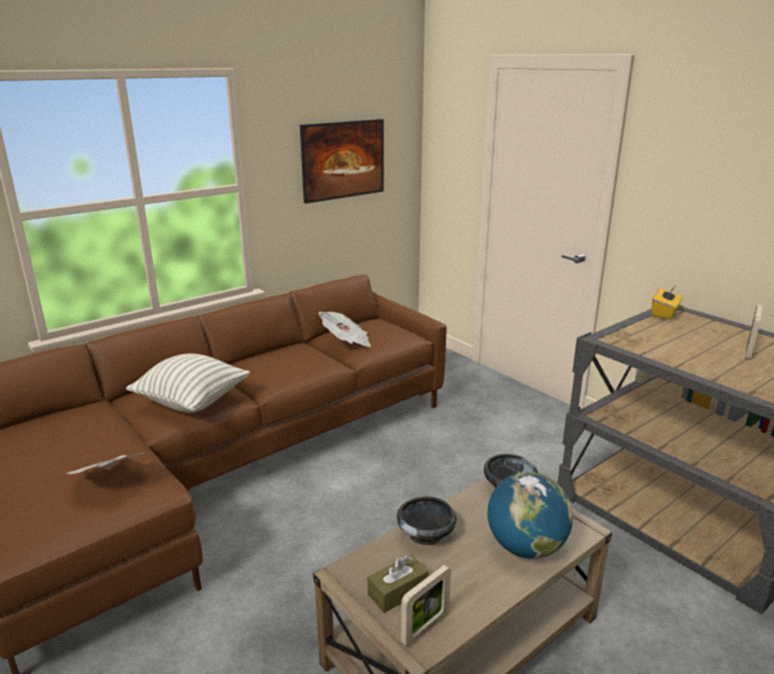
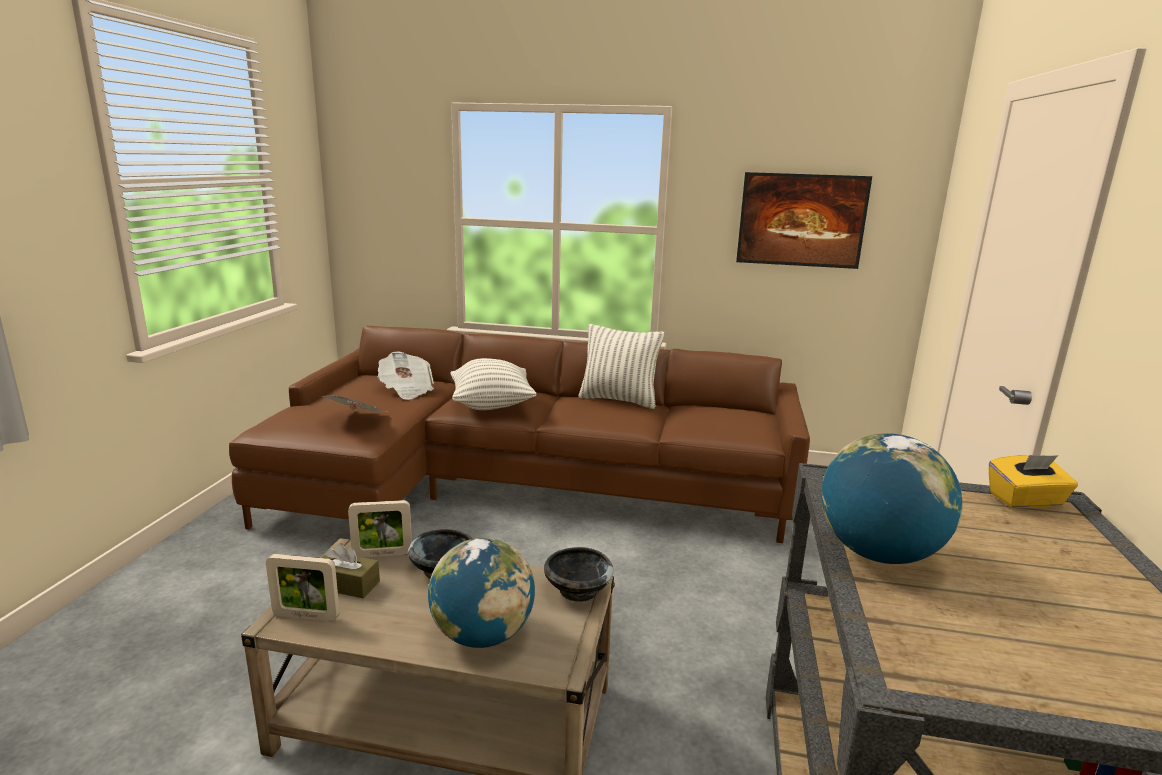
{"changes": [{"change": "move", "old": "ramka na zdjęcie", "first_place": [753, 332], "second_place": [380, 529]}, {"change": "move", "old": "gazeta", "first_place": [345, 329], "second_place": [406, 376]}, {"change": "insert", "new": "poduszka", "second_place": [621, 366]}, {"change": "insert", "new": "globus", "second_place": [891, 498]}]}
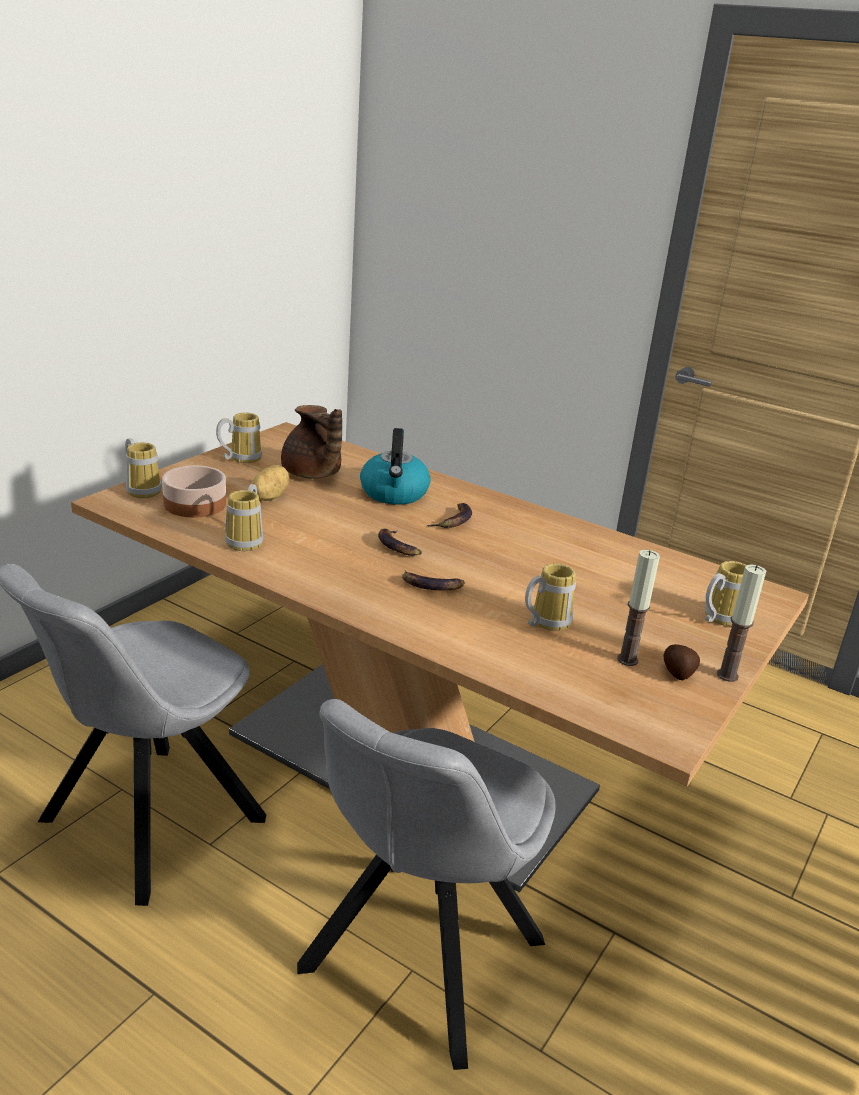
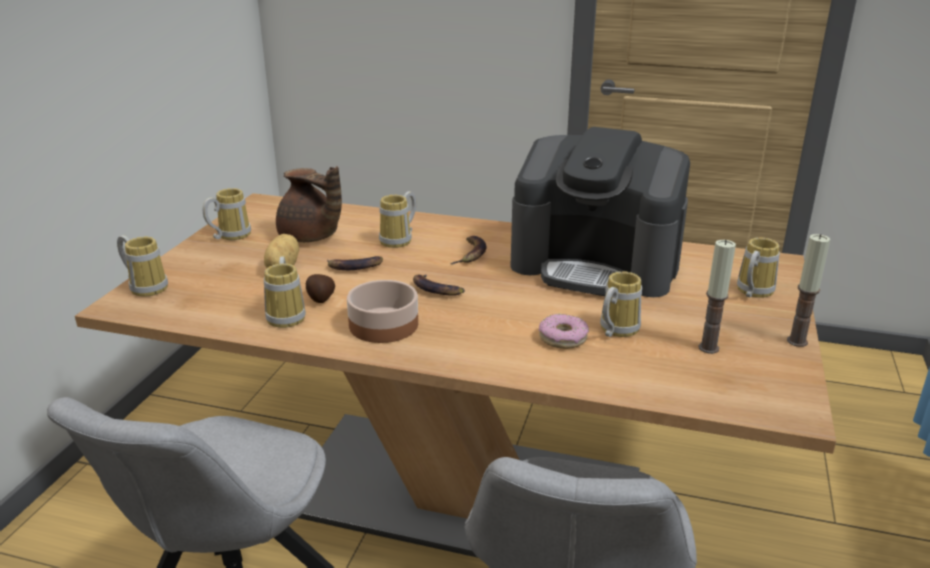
{"changes": [{"change": "move", "old": "ziemniak", "first_place": [682, 662], "second_place": [320, 288]}, {"change": "move", "old": "banan", "first_place": [433, 580], "second_place": [355, 263]}, {"change": "move", "old": "miska", "first_place": [194, 491], "second_place": [382, 311]}, {"change": "replace", "old": "czajnik", "new": "kubek", "first_place": [395, 466], "second_place": [398, 219]}, {"change": "insert", "new": "ekspres do kawy", "second_place": [600, 212]}, {"change": "insert", "new": "donut", "second_place": [564, 331]}]}
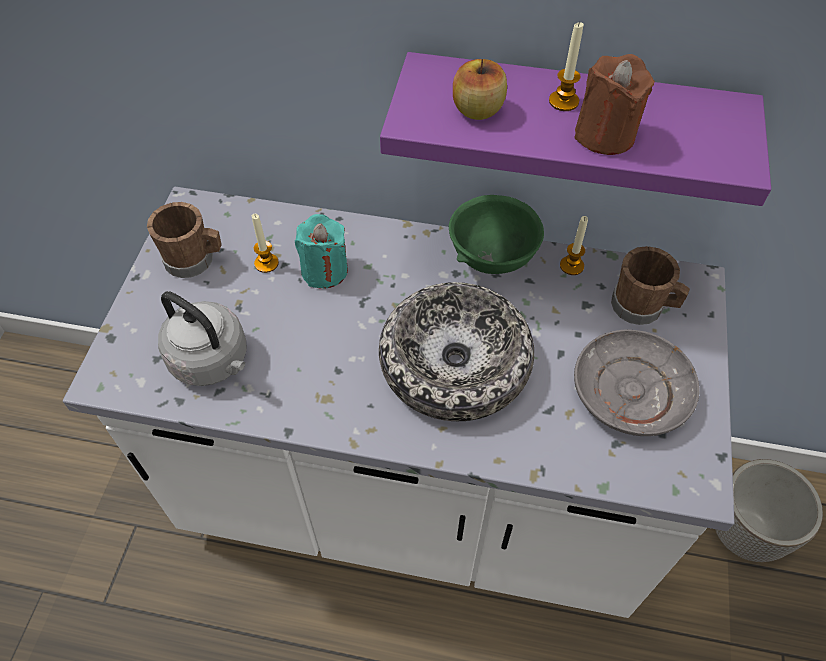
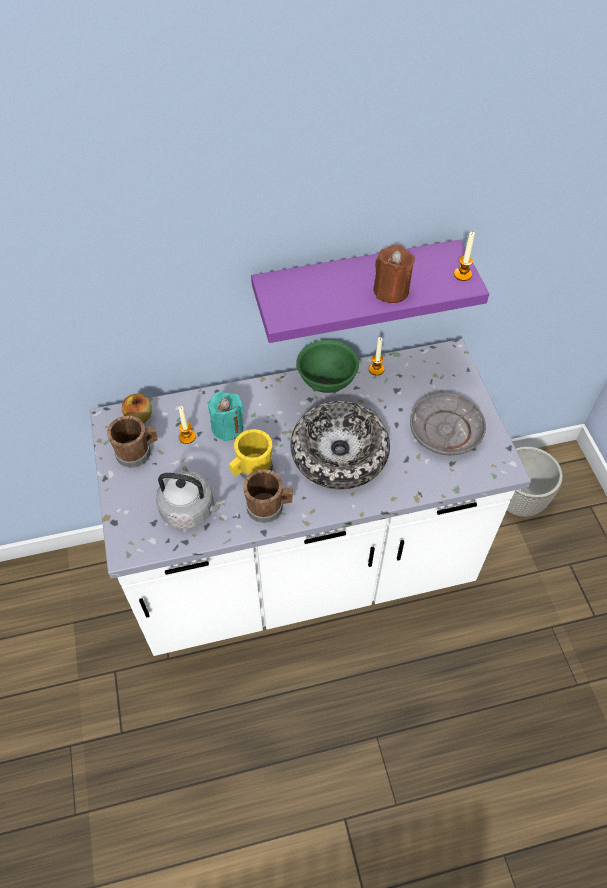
{"changes": [{"change": "move", "old": "jabłko", "first_place": [480, 89], "second_place": [137, 408]}, {"change": "insert", "new": "kubek (żółty)", "second_place": [251, 454]}, {"change": "move", "old": "kubek (brązowy)", "first_place": [650, 285], "second_place": [268, 496]}, {"change": "move", "old": "świeca", "first_place": [566, 66], "second_place": [464, 256]}]}
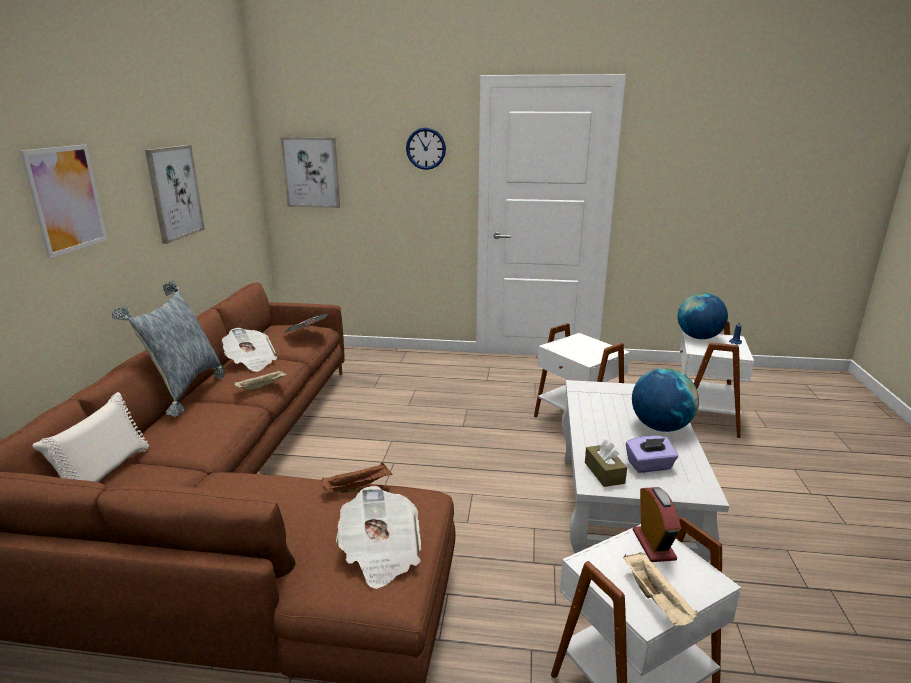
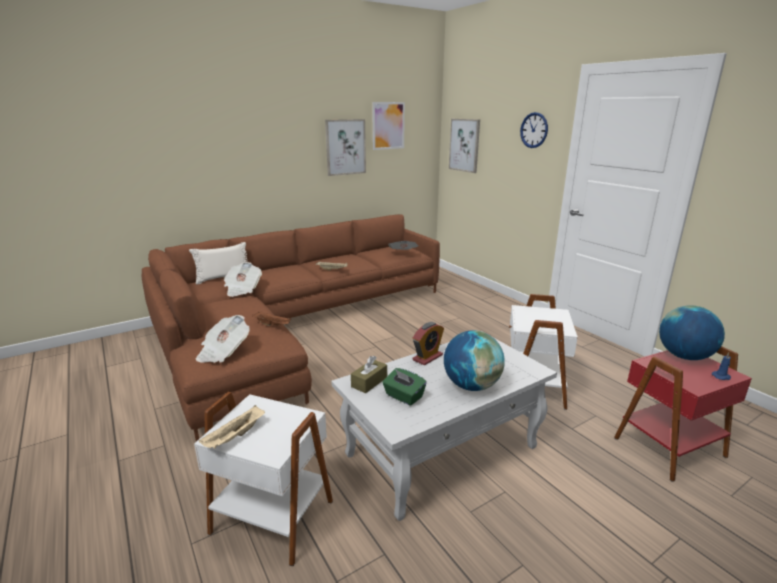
{"changes": [{"change": "move", "old": "gazeta", "first_place": [249, 350], "second_place": [243, 279]}, {"change": "move", "old": "obraz", "first_place": [64, 201], "second_place": [388, 126]}, {"change": "recolor", "old": "pudełko chusteczek (fioletowy)", "new": "pudełko chusteczek (zielony)", "first_place": [652, 454], "second_place": [404, 387]}, {"change": "move", "old": "budzik", "first_place": [657, 524], "second_place": [428, 344]}, {"change": "recolor", "old": "stolik (biały)", "new": "stolik (czerwony)", "first_place": [717, 379], "second_place": [683, 414]}, {"change": "delete", "old": "poduszka", "first_place": [168, 348]}]}
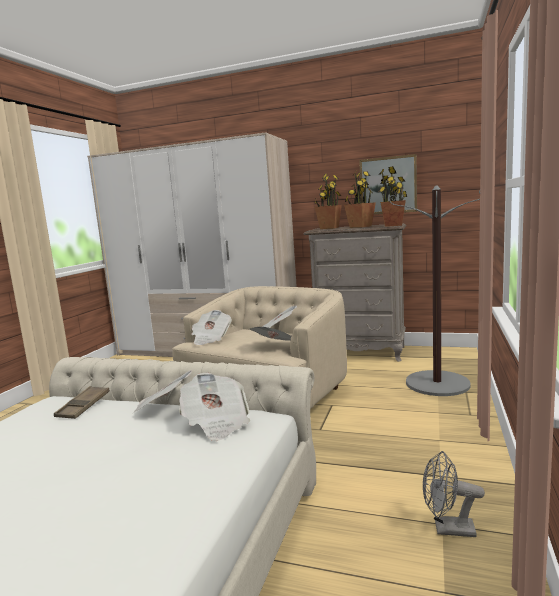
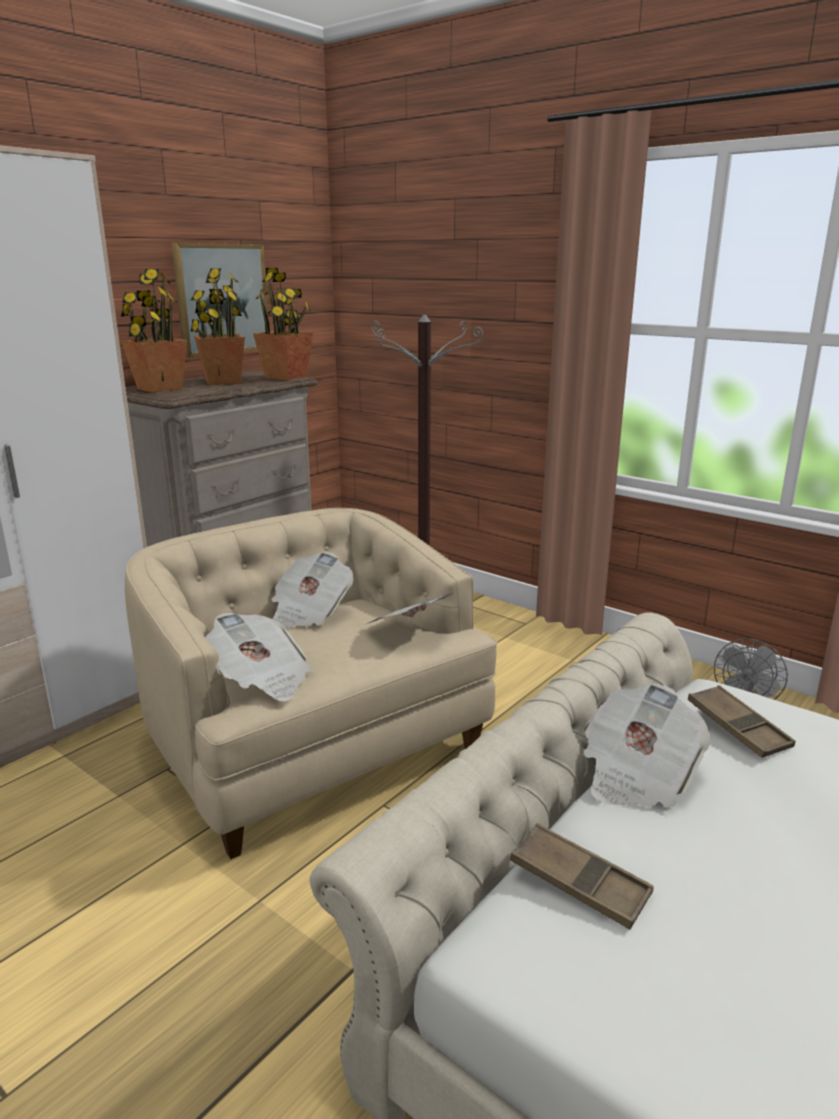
{"changes": [{"change": "replace", "old": "gazeta", "new": "taca (brązowy)", "first_place": [214, 406], "second_place": [741, 721]}]}
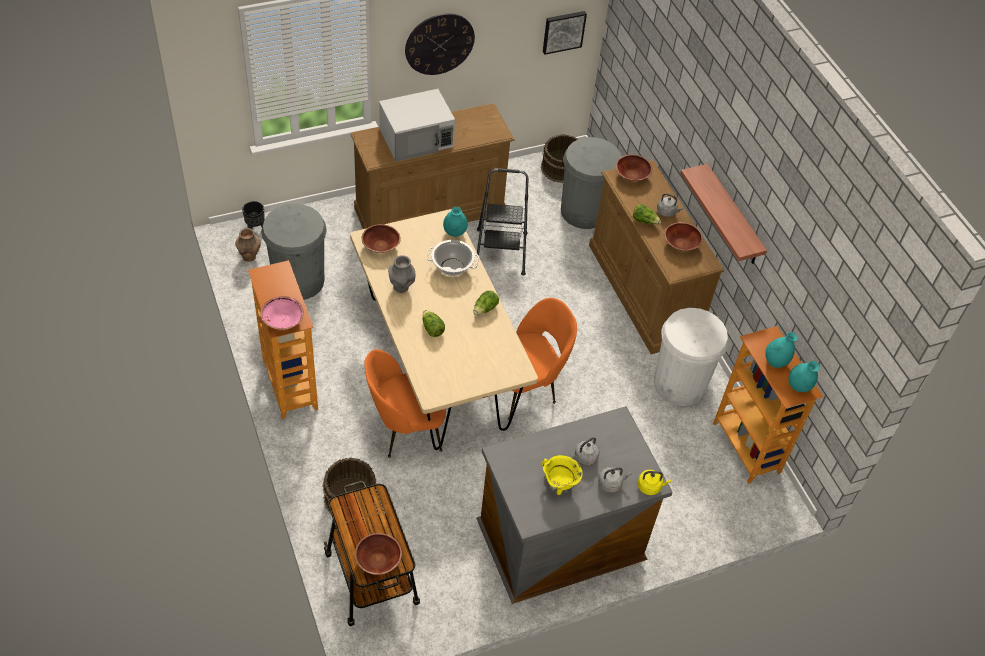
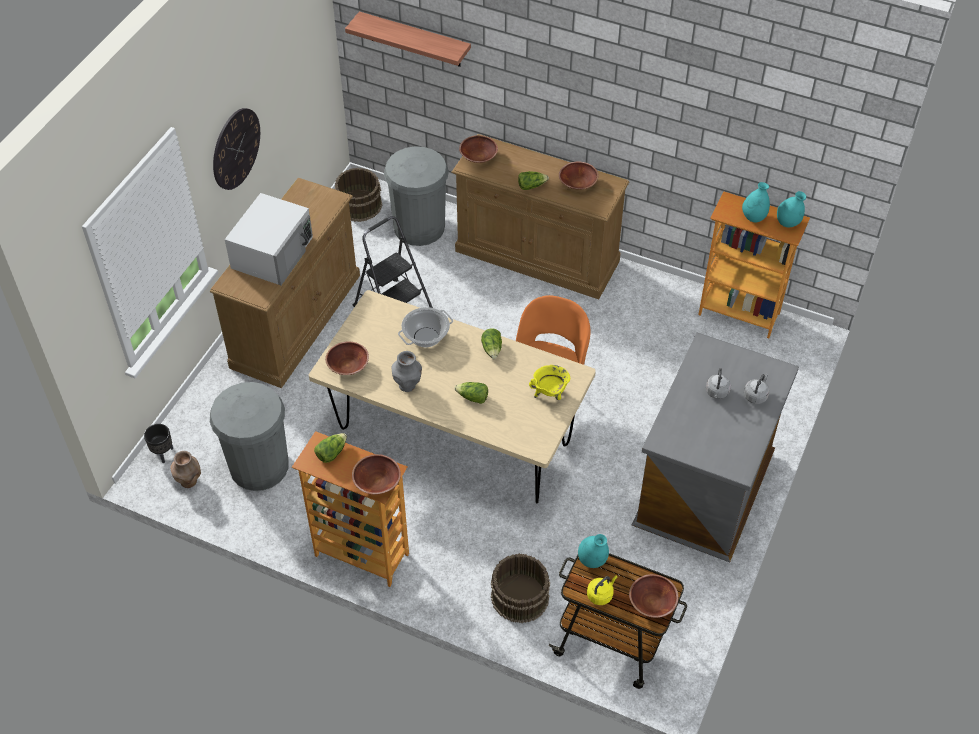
{"changes": [{"change": "insert", "new": "sałata", "second_place": [330, 448]}, {"change": "move", "old": "półka", "first_place": [723, 214], "second_place": [408, 39]}, {"change": "recolor", "old": "miska (różowy)", "new": "miska (brązowy)", "first_place": [282, 313], "second_place": [376, 474]}, {"change": "move", "old": "garnek (żółty)", "first_place": [562, 475], "second_place": [549, 382]}, {"change": "move", "old": "wazon (turkusowy)", "first_place": [455, 222], "second_place": [593, 551]}, {"change": "move", "old": "czajnik (żółty)", "first_place": [654, 482], "second_place": [602, 590]}, {"change": "delete", "old": "krzesło (pomarańczowy)", "first_place": [405, 404]}, {"change": "delete", "old": "obraz", "first_place": [565, 33]}, {"change": "delete", "old": "kosz na śmieci (biały)", "first_place": [691, 357]}, {"change": "delete", "old": "czajnik (szary)", "first_place": [670, 205]}]}
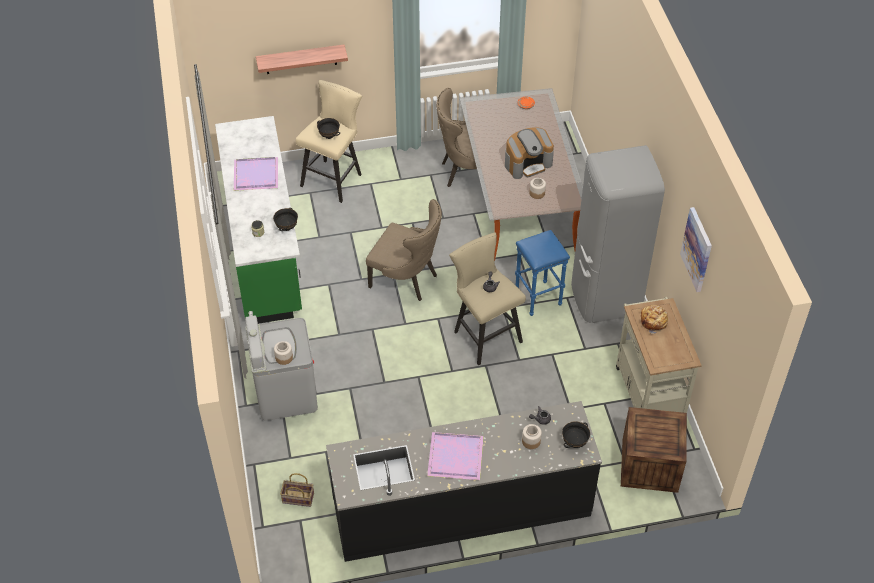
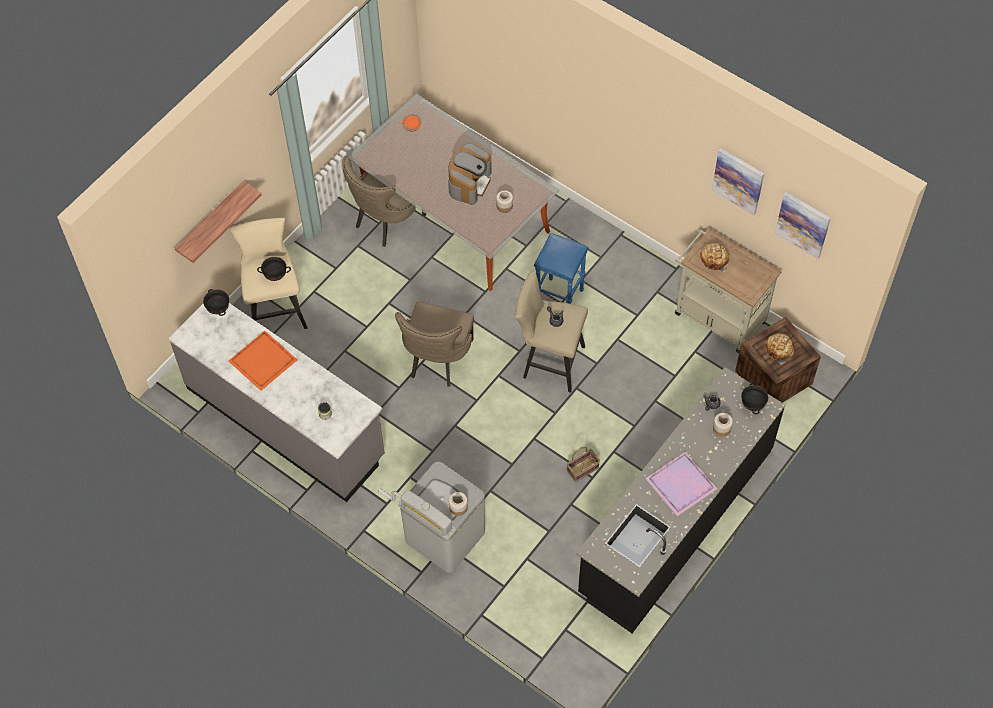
{"changes": [{"change": "recolor", "old": "zabudowa kuchenna (zielony)", "new": "zabudowa kuchenna (szary)", "first_place": [258, 220], "second_place": [277, 402]}, {"change": "move", "old": "miska (czarny)", "first_place": [285, 219], "second_place": [216, 302]}, {"change": "recolor", "old": "taca (fioletowy)", "new": "taca (pomarańczowy)", "first_place": [256, 174], "second_place": [263, 361]}, {"change": "rotate", "old": "krzesło (beżowy)", "first_place": [404, 250], "second_place": [434, 344], "degrees": 120}, {"change": "move", "old": "koszyk", "first_place": [297, 490], "second_place": [583, 464]}, {"change": "insert", "new": "chleb", "second_place": [780, 349]}, {"change": "insert", "new": "obraz", "second_place": [803, 225]}, {"change": "delete", "old": "lodówka (szary)", "first_place": [618, 234]}]}
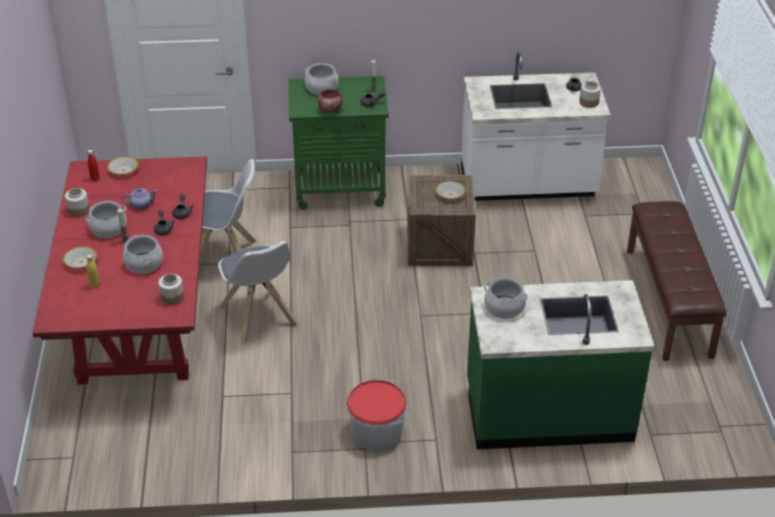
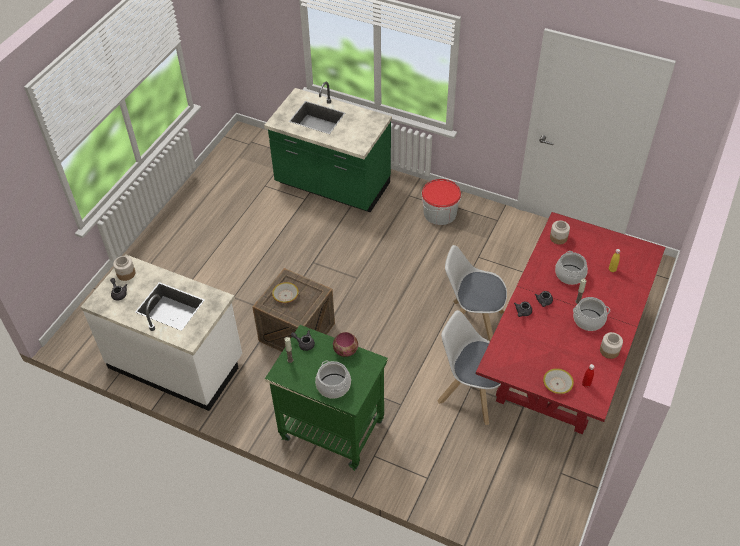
{"changes": [{"change": "rotate", "old": "krzesło", "first_place": [258, 293], "second_place": [476, 293], "degrees": -75}, {"change": "delete", "old": "miska", "first_place": [80, 257]}, {"change": "delete", "old": "imbryk", "first_place": [139, 199]}, {"change": "delete", "old": "garnek", "first_place": [506, 298]}, {"change": "delete", "old": "ławka (brązowy)", "first_place": [677, 281]}]}
